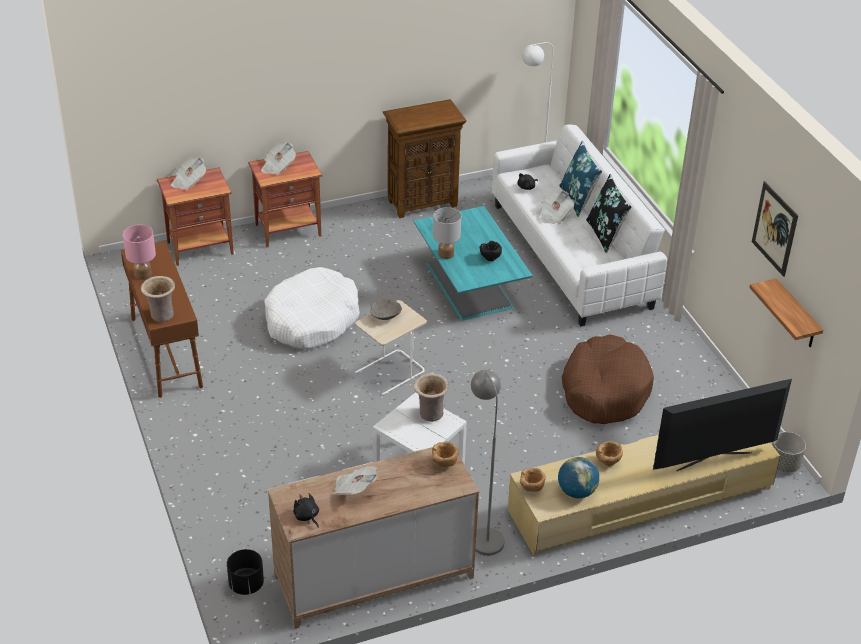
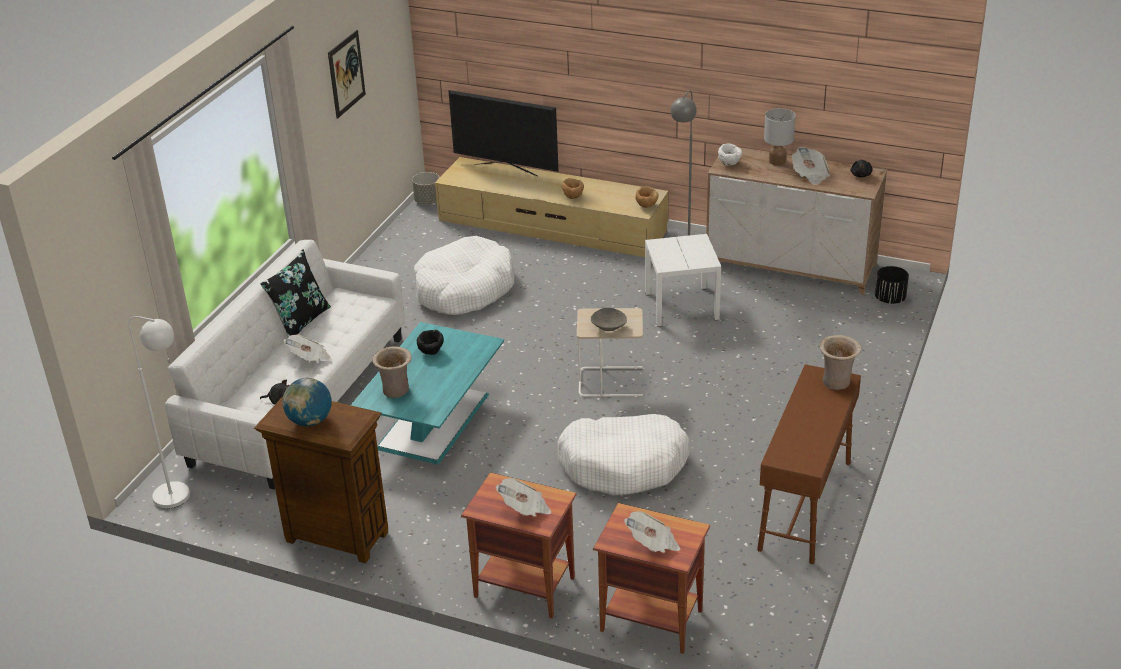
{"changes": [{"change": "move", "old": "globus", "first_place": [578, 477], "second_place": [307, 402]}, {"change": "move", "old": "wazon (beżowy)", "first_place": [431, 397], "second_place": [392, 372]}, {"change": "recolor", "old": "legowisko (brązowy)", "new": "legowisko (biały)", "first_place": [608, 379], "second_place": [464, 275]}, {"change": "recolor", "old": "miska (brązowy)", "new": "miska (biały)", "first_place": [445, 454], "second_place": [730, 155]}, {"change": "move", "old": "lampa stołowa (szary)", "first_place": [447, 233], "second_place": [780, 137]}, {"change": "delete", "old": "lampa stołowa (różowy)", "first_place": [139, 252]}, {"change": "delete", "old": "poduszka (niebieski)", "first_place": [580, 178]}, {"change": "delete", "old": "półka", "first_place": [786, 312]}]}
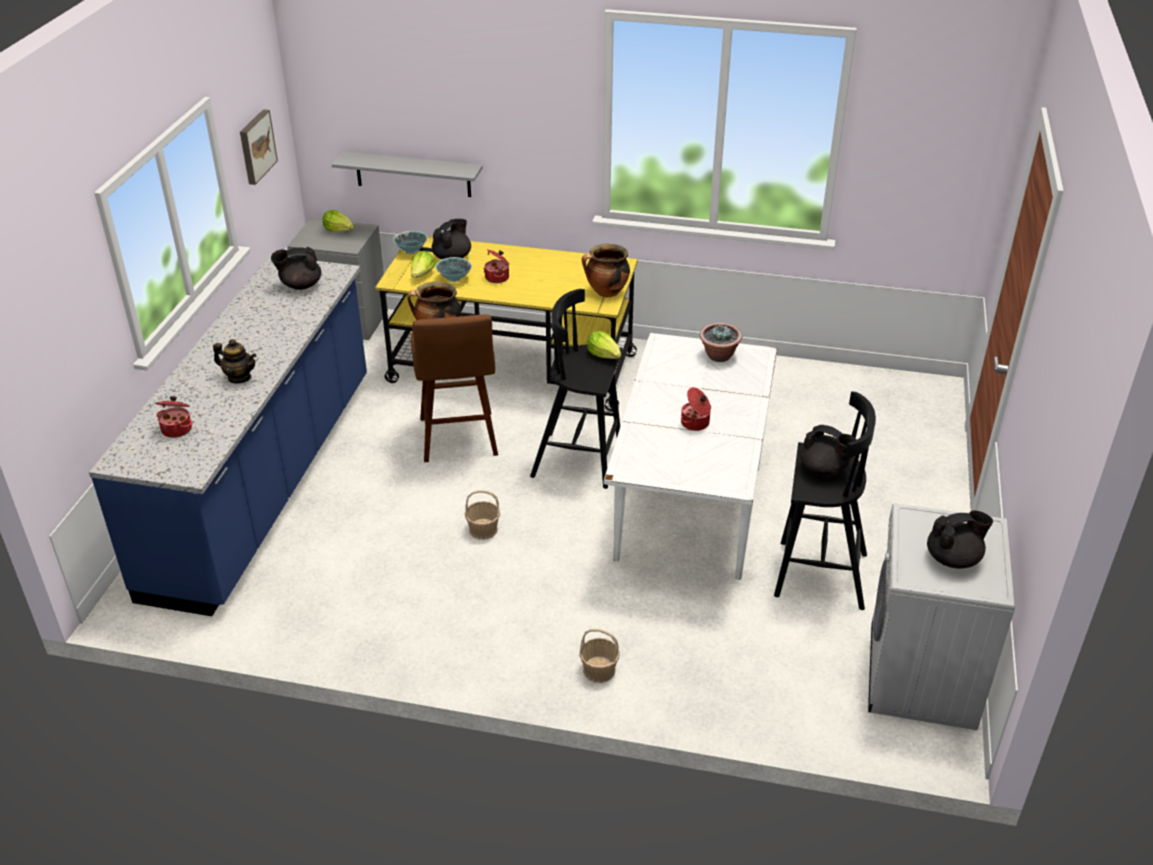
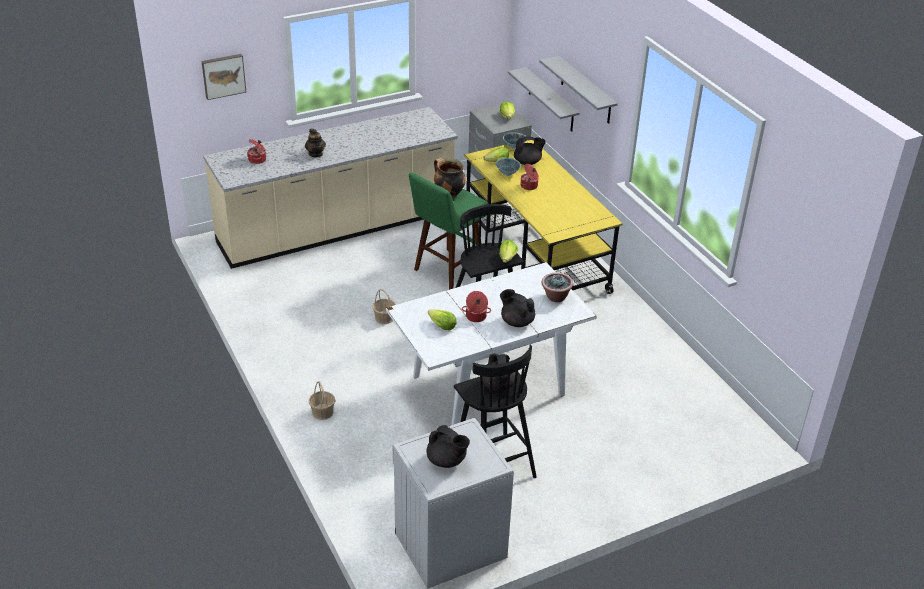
{"changes": [{"change": "move", "old": "obraz", "first_place": [259, 147], "second_place": [224, 77]}, {"change": "recolor", "old": "zabudowa kuchenna (niebieski)", "new": "zabudowa kuchenna (beżowy)", "first_place": [228, 436], "second_place": [330, 188]}, {"change": "recolor", "old": "stołek (brązowy)", "new": "stołek (zielony)", "first_place": [454, 388], "second_place": [448, 231]}, {"change": "insert", "new": "sałata", "second_place": [442, 320]}, {"change": "move", "old": "imbryk (czarny)", "first_place": [296, 268], "second_place": [517, 308]}, {"change": "insert", "new": "półka (szary)", "second_place": [578, 90]}, {"change": "delete", "old": "garnek", "first_place": [606, 270]}]}
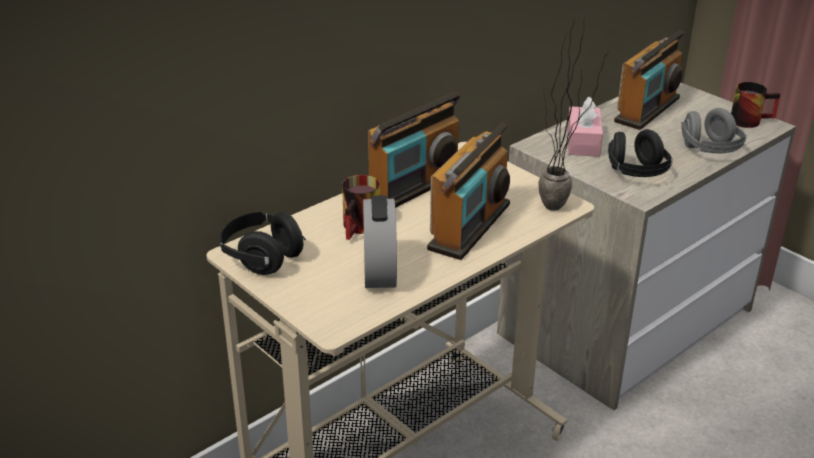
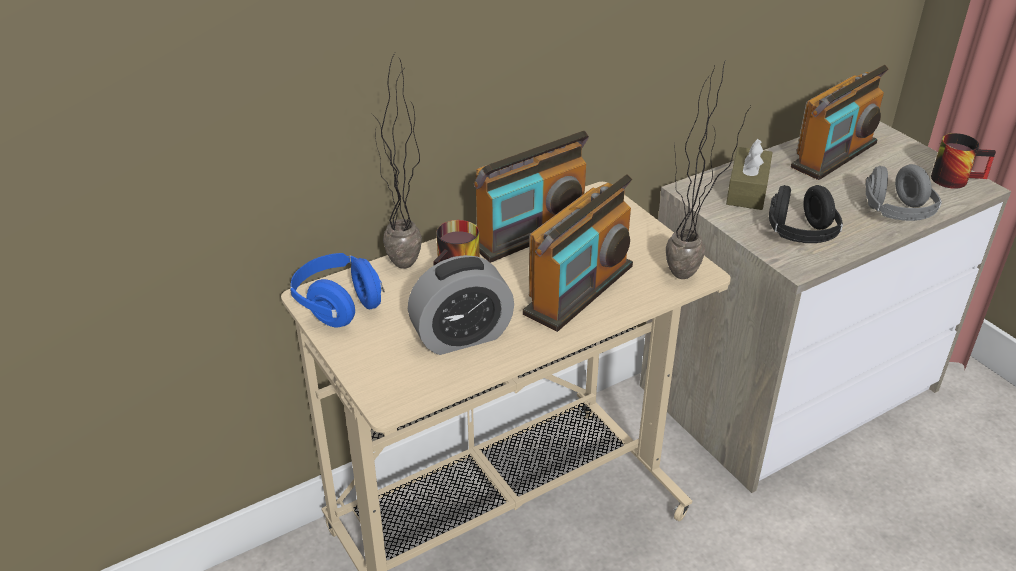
{"changes": [{"change": "recolor", "old": "słuchawki (czarny)", "new": "słuchawki (niebieski)", "first_place": [262, 243], "second_place": [337, 290]}, {"change": "insert", "new": "roślina doniczkowa", "second_place": [397, 161]}, {"change": "rotate", "old": "budzik", "first_place": [380, 241], "second_place": [461, 305], "degrees": -120}, {"change": "recolor", "old": "pudełko chusteczek (różowy)", "new": "pudełko chusteczek (brązowy)", "first_place": [585, 126], "second_place": [749, 174]}]}
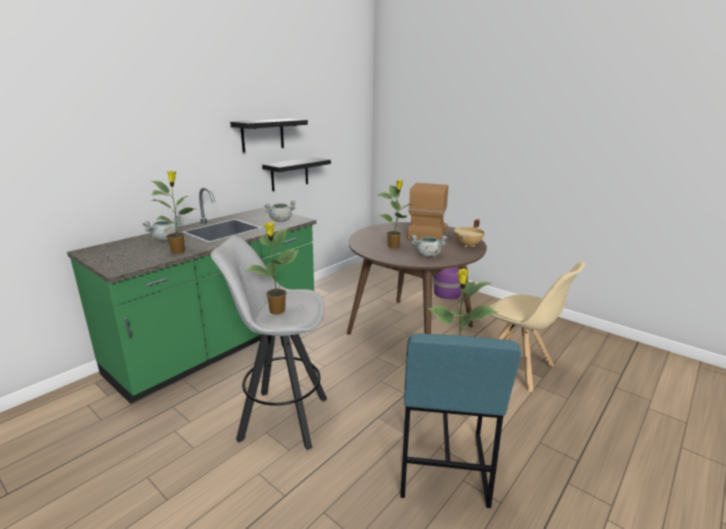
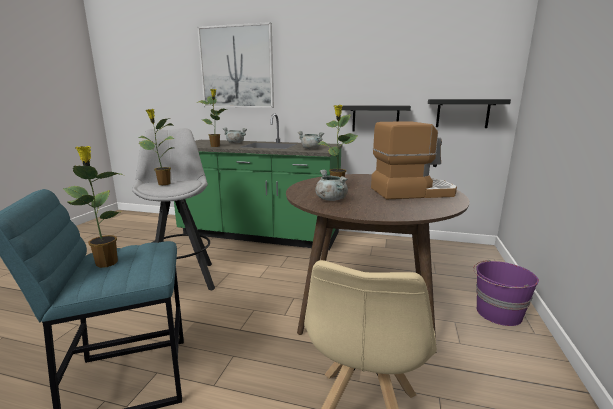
{"changes": [{"change": "insert", "new": "obraz", "second_place": [235, 65]}, {"change": "move", "old": "półka (czarny)", "first_place": [269, 136], "second_place": [469, 113]}, {"change": "delete", "old": "garnek (beżowy)", "first_place": [469, 233]}]}
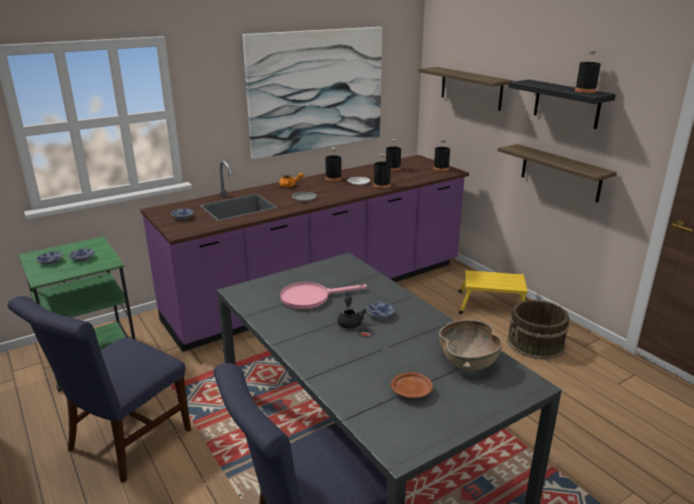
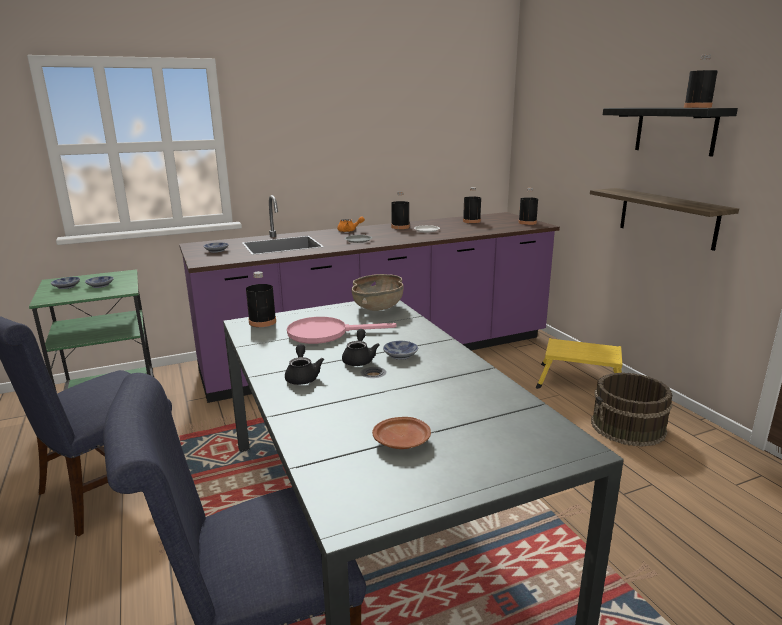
{"changes": [{"change": "move", "old": "butelka (czarny)", "first_place": [382, 171], "second_place": [261, 299]}, {"change": "insert", "new": "imbryk (czarny)", "second_place": [304, 364]}, {"change": "move", "old": "miska (brązowy)", "first_place": [470, 345], "second_place": [377, 292]}, {"change": "delete", "old": "obraz", "first_place": [312, 93]}, {"change": "delete", "old": "półka", "first_place": [465, 89]}]}
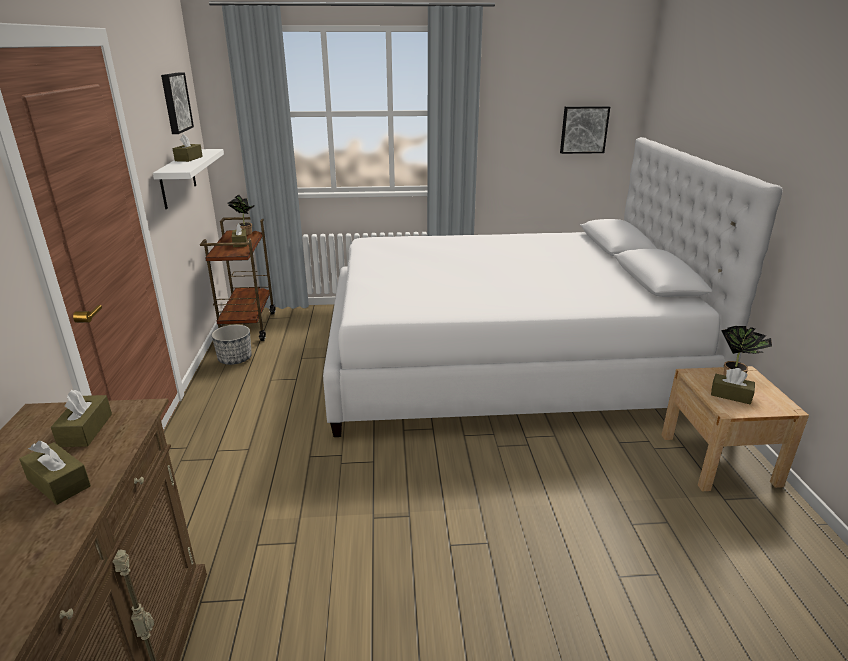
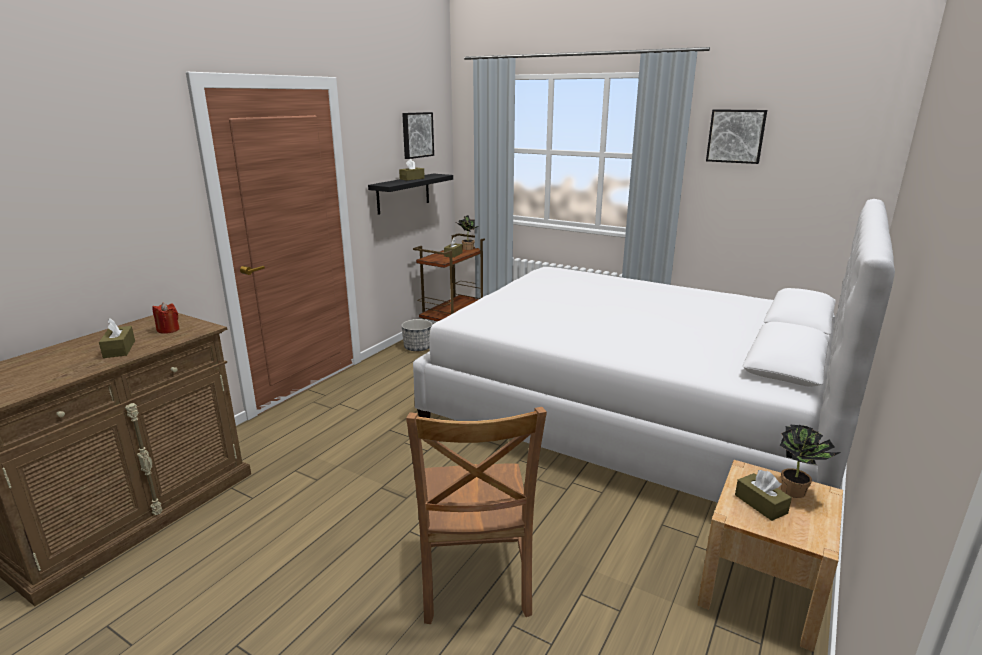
{"changes": [{"change": "replace", "old": "pudełko chusteczek (brązowy)", "new": "świeca (czerwony)", "first_place": [81, 418], "second_place": [166, 318]}, {"change": "recolor", "old": "półka (biały)", "new": "półka (czarny)", "first_place": [188, 179], "second_place": [410, 194]}, {"change": "insert", "new": "krzesło (brązowy)", "second_place": [476, 515]}, {"change": "move", "old": "obraz", "first_place": [585, 130], "second_place": [736, 136]}]}
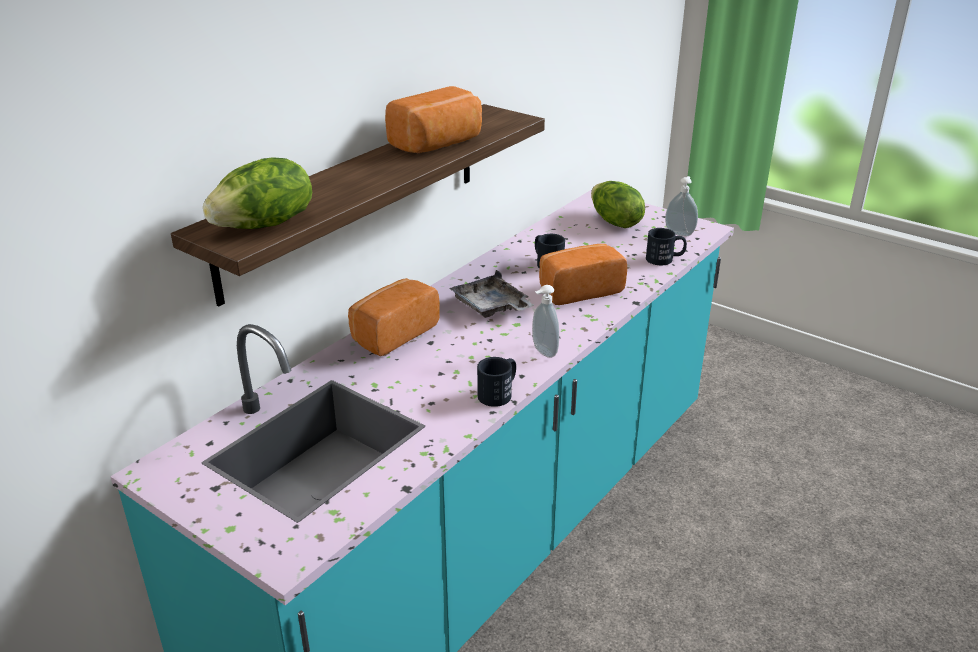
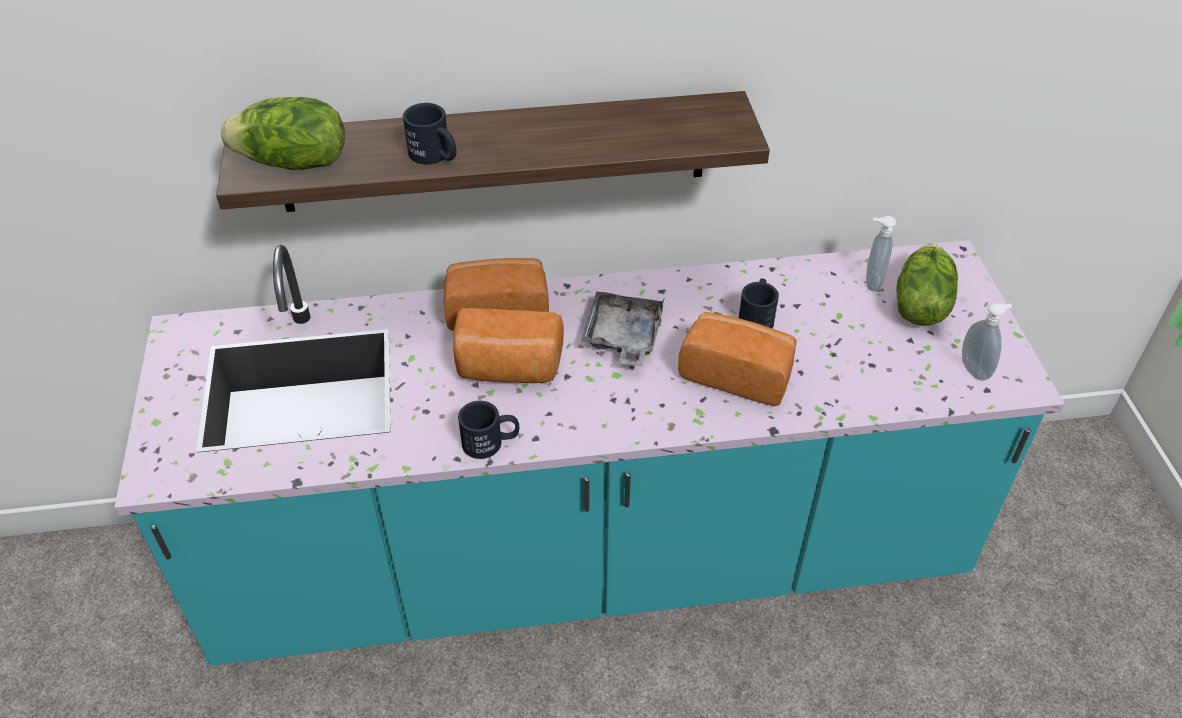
{"changes": [{"change": "move", "old": "kubek (czarny)", "first_place": [666, 246], "second_place": [429, 133]}, {"change": "move", "old": "chleb", "first_place": [433, 120], "second_place": [508, 345]}, {"change": "move", "old": "dozownik mydła", "first_place": [545, 321], "second_place": [881, 253]}]}
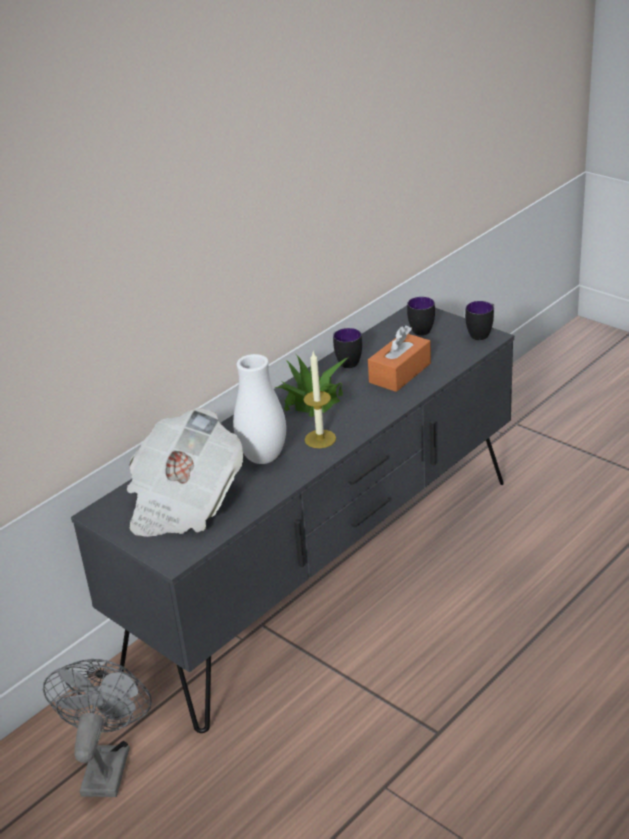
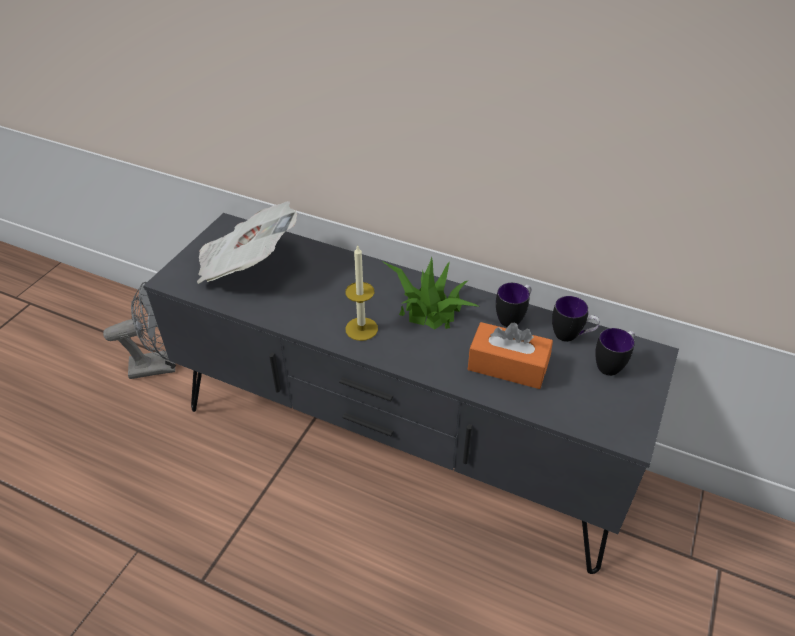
{"changes": [{"change": "move", "old": "kubek", "first_place": [480, 320], "second_place": [576, 319]}, {"change": "delete", "old": "wazon (biały)", "first_place": [259, 409]}]}
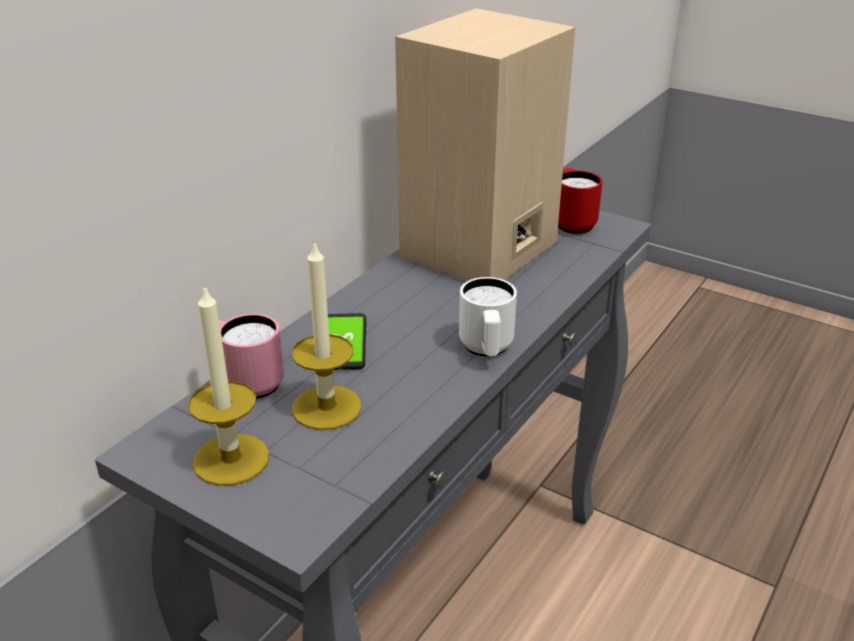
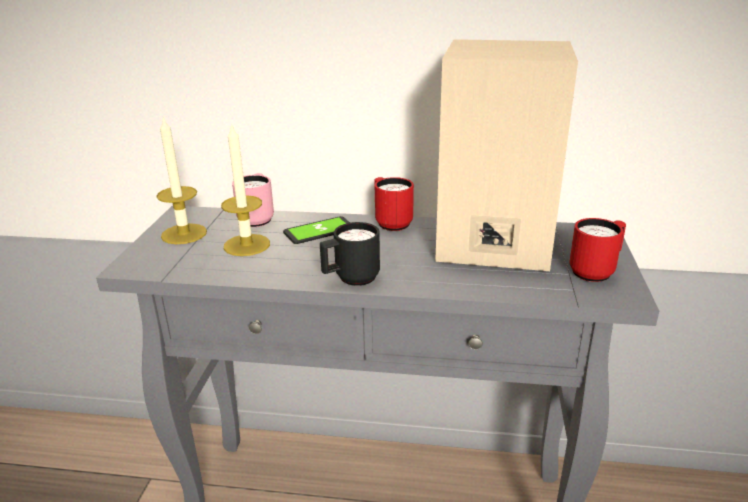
{"changes": [{"change": "recolor", "old": "kubek (biały)", "new": "kubek (czarny)", "first_place": [488, 317], "second_place": [350, 254]}, {"change": "insert", "new": "kubek (czerwony)", "second_place": [394, 204]}]}
